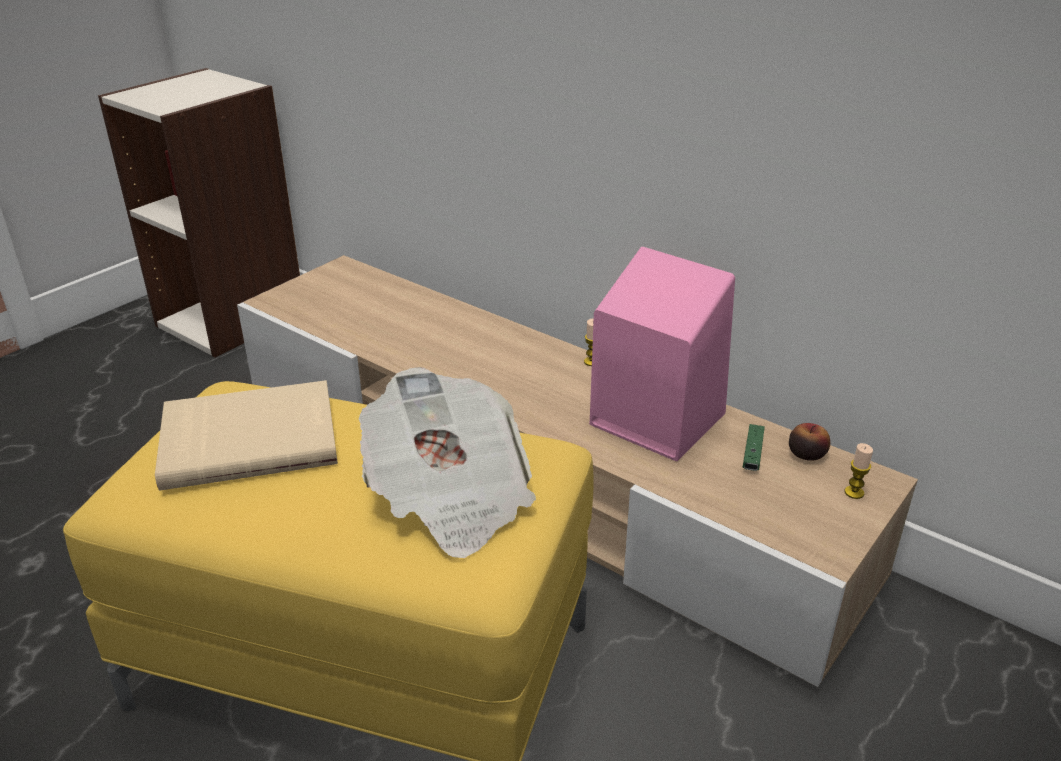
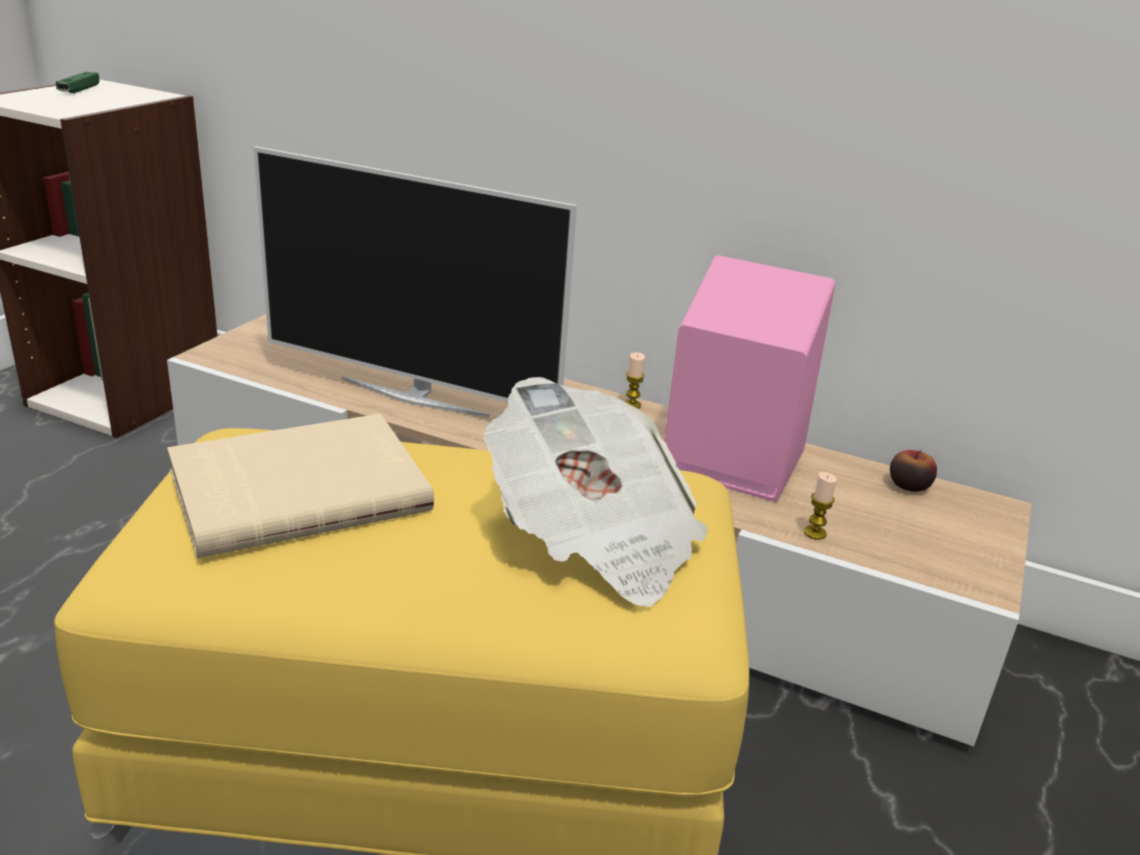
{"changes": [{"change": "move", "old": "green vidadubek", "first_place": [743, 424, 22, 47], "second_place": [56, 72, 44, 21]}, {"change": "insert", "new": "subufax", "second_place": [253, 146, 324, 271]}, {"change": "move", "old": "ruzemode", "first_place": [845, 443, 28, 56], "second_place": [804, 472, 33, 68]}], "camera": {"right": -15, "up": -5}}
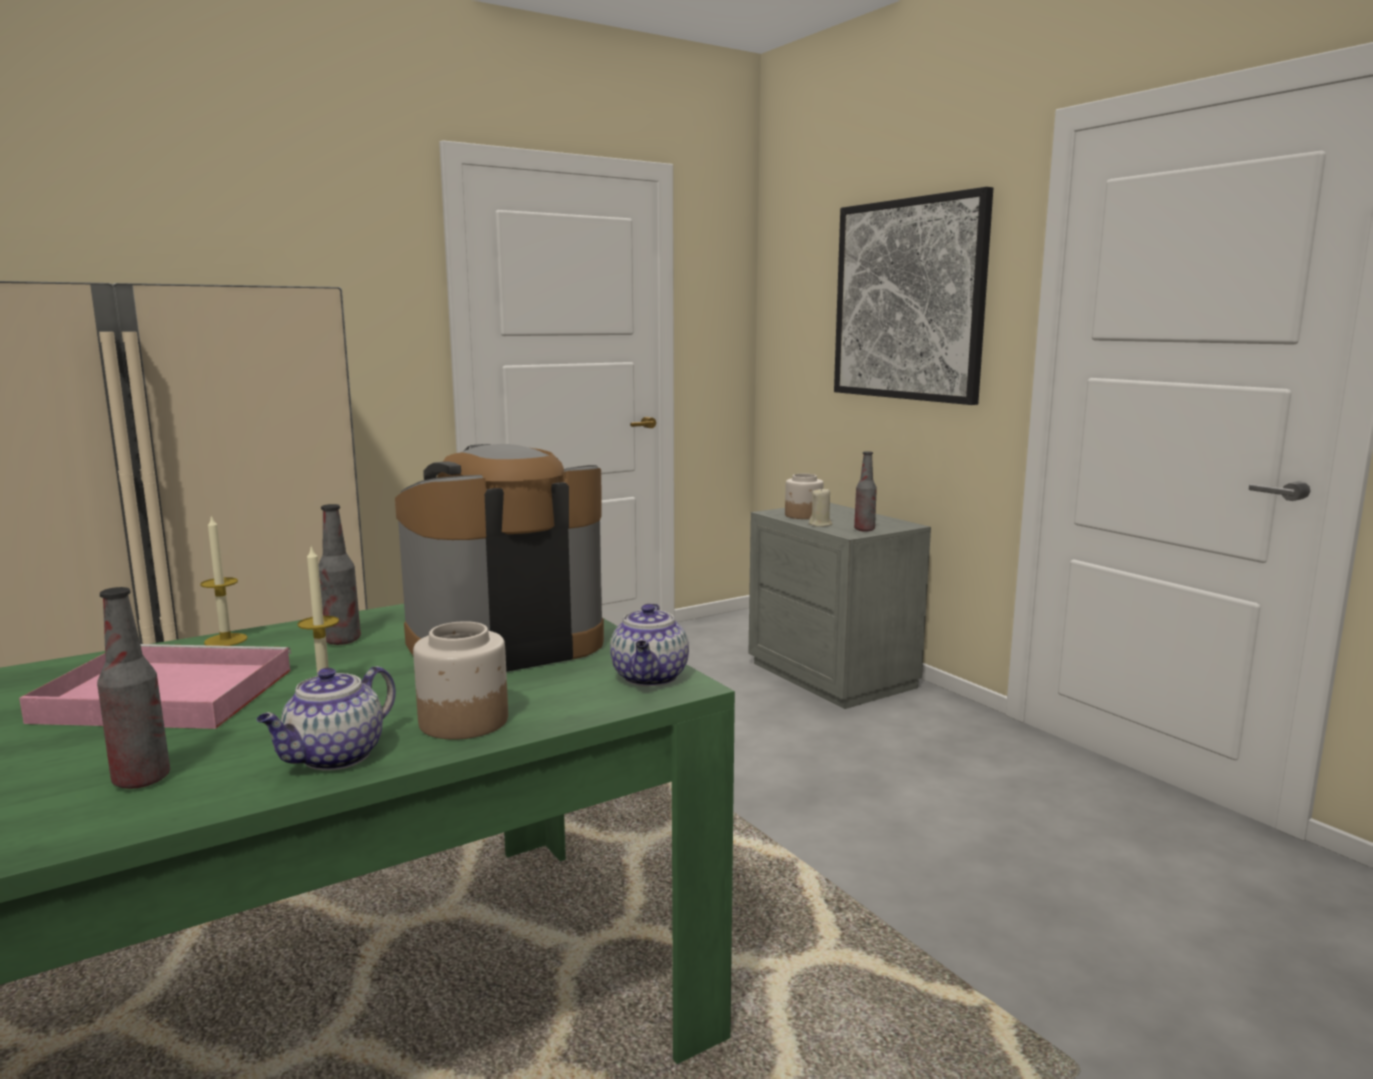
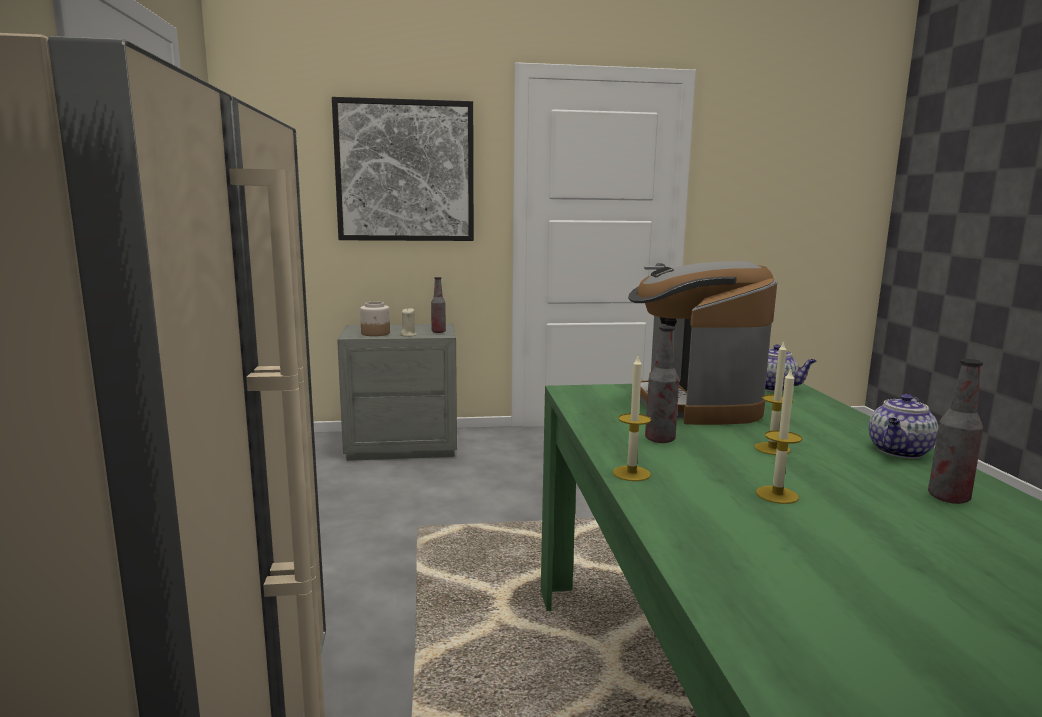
{"changes": [{"change": "replace", "old": "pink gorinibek", "new": "ruzemode", "first_place": [19, 644, 272, 85], "second_place": [756, 368, 46, 136]}, {"change": "rotate", "old": "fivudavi", "first_place": [256, 666, 140, 104], "second_place": [869, 394, 70, 64], "degrees": 75}, {"change": "delete", "old": "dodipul", "first_place": [413, 621, 95, 119]}], "camera": {"right": -65, "up": 0}}
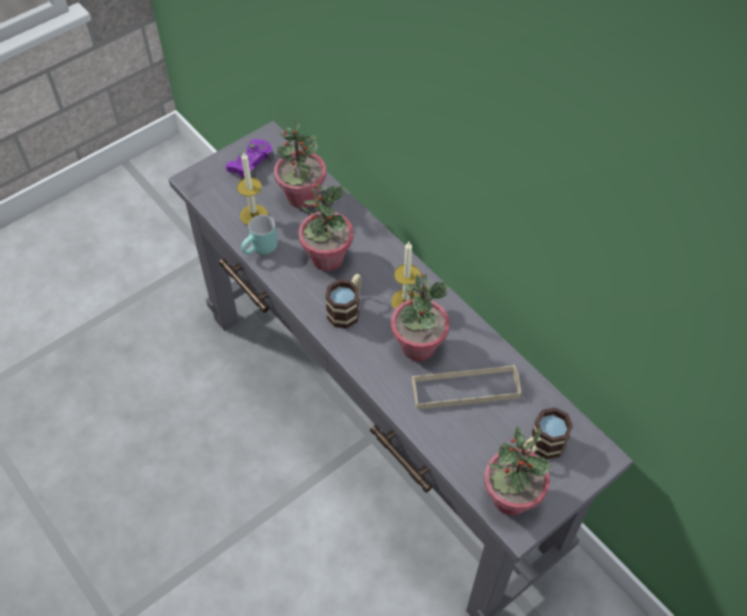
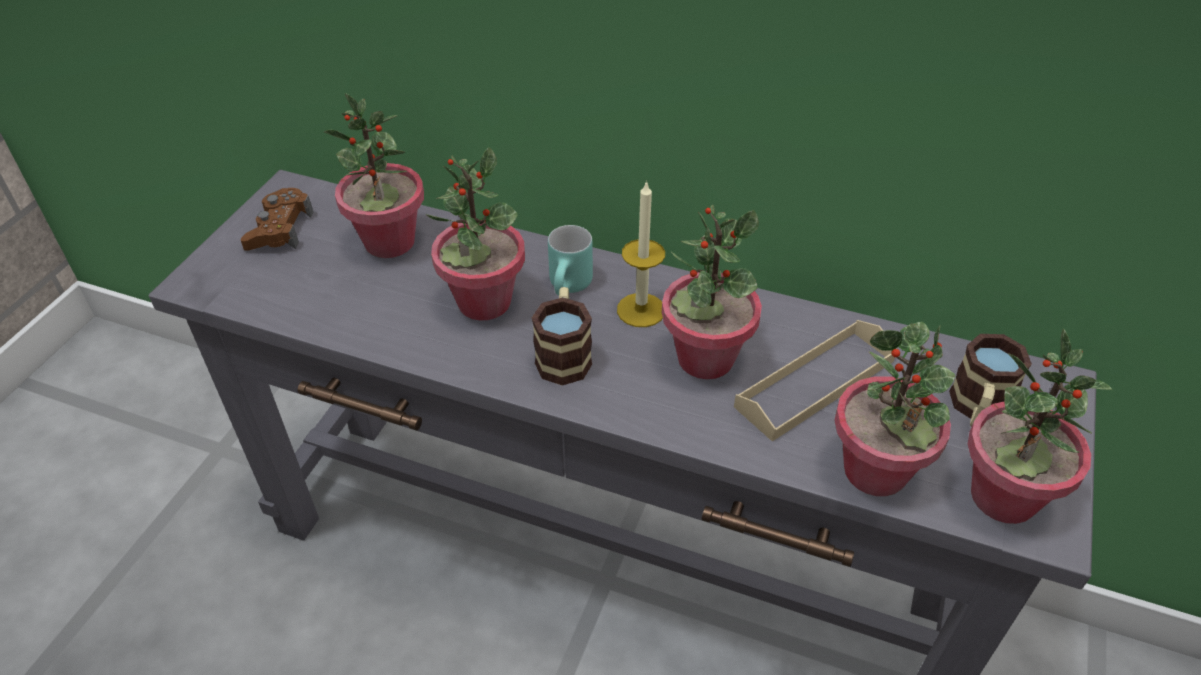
{"changes": [{"change": "recolor", "old": "purple vidadubek", "new": "brown vidadubek", "first_place": [226, 139, 48, 39], "second_place": [241, 188, 72, 62]}, {"change": "move", "old": "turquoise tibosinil", "first_place": [241, 215, 37, 40], "second_place": [548, 225, 45, 70]}, {"change": "insert", "new": "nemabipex", "second_place": [834, 322, 122, 174]}, {"change": "delete", "old": "ruzemode", "first_place": [237, 152, 31, 73]}], "camera": {"right": -30, "up": -10}}
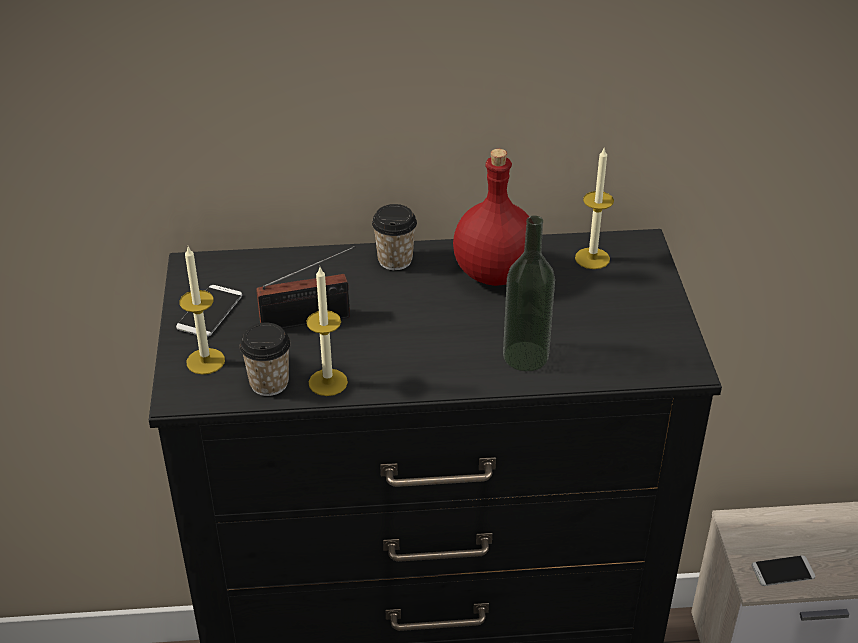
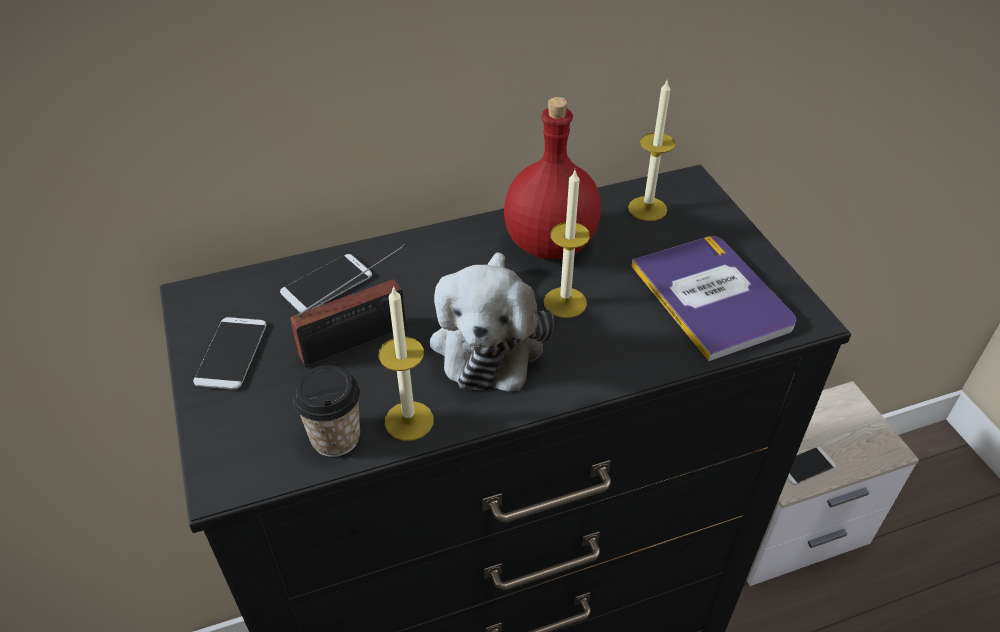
{"changes": [{"change": "insert", "new": "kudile", "second_place": [280, 254, 92, 59]}, {"change": "insert", "new": "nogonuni", "second_place": [430, 252, 124, 139]}, {"change": "move", "old": "ruzemode", "first_place": [180, 247, 45, 128], "second_place": [544, 170, 46, 148]}, {"change": "insert", "new": "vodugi", "second_place": [631, 236, 165, 125]}, {"change": "delete", "old": "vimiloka", "first_place": [372, 204, 45, 66]}, {"change": "delete", "old": "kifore", "first_place": [503, 216, 52, 155]}], "camera": {"right": -15, "up": 5}}
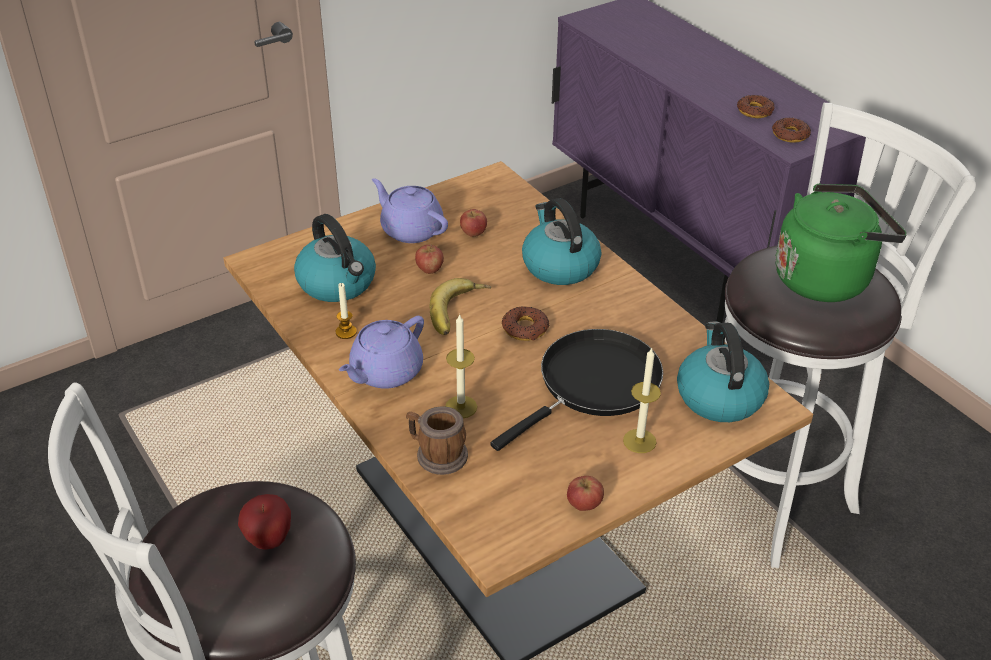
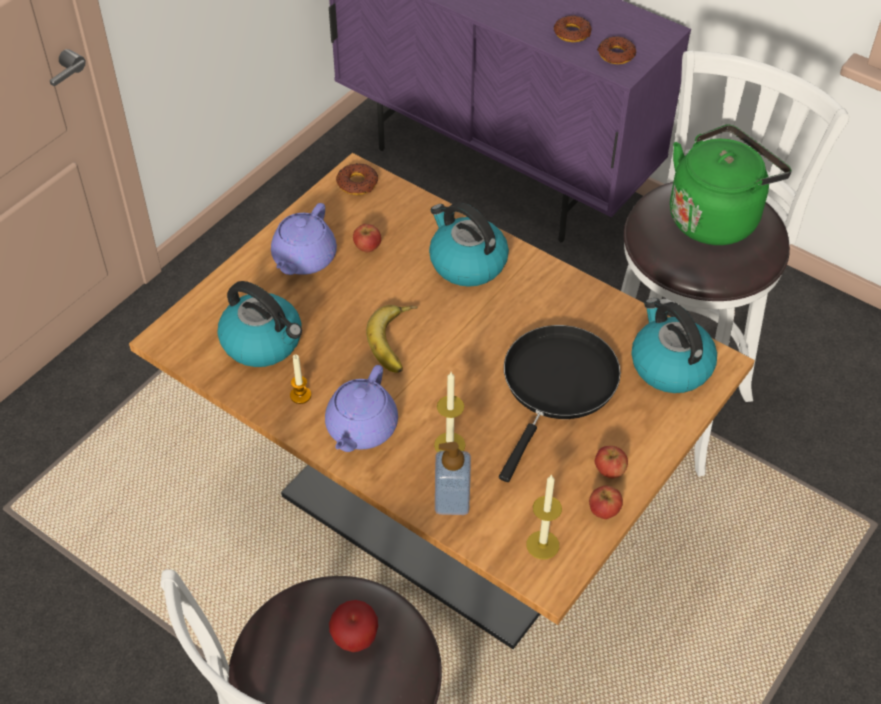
{"changes": [{"change": "rotate", "old": "purple fivudavi", "first_place": [372, 178, 76, 65], "second_place": [271, 203, 66, 72], "degrees": -90}, {"change": "move", "old": "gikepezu", "first_place": [502, 306, 48, 35], "second_place": [336, 163, 42, 32]}, {"change": "replace", "old": "tibosinil", "new": "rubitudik", "first_place": [406, 406, 62, 69], "second_place": [435, 442, 36, 73]}, {"change": "move", "old": "ruzemode", "first_place": [623, 347, 38, 106], "second_place": [526, 474, 36, 85]}, {"change": "move", "old": "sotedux", "first_place": [415, 244, 29, 30], "second_place": [595, 446, 33, 33]}], "camera": {"right": -20, "up": 10}}
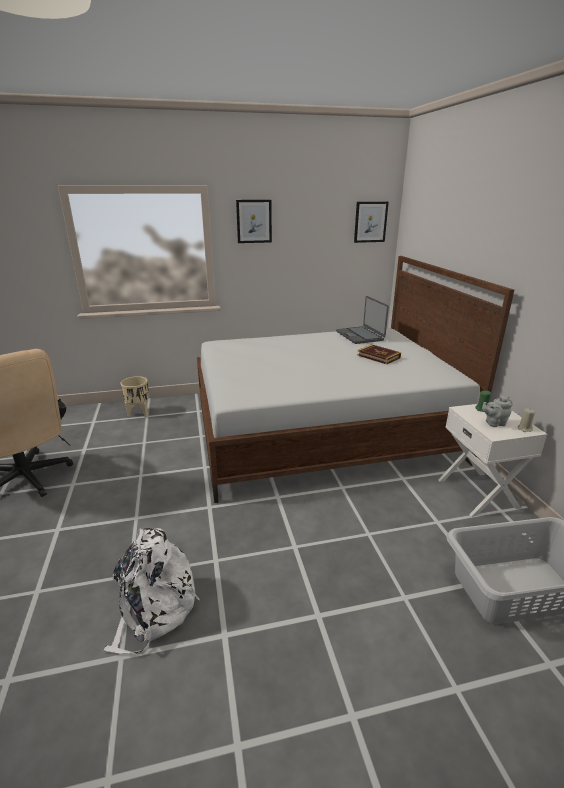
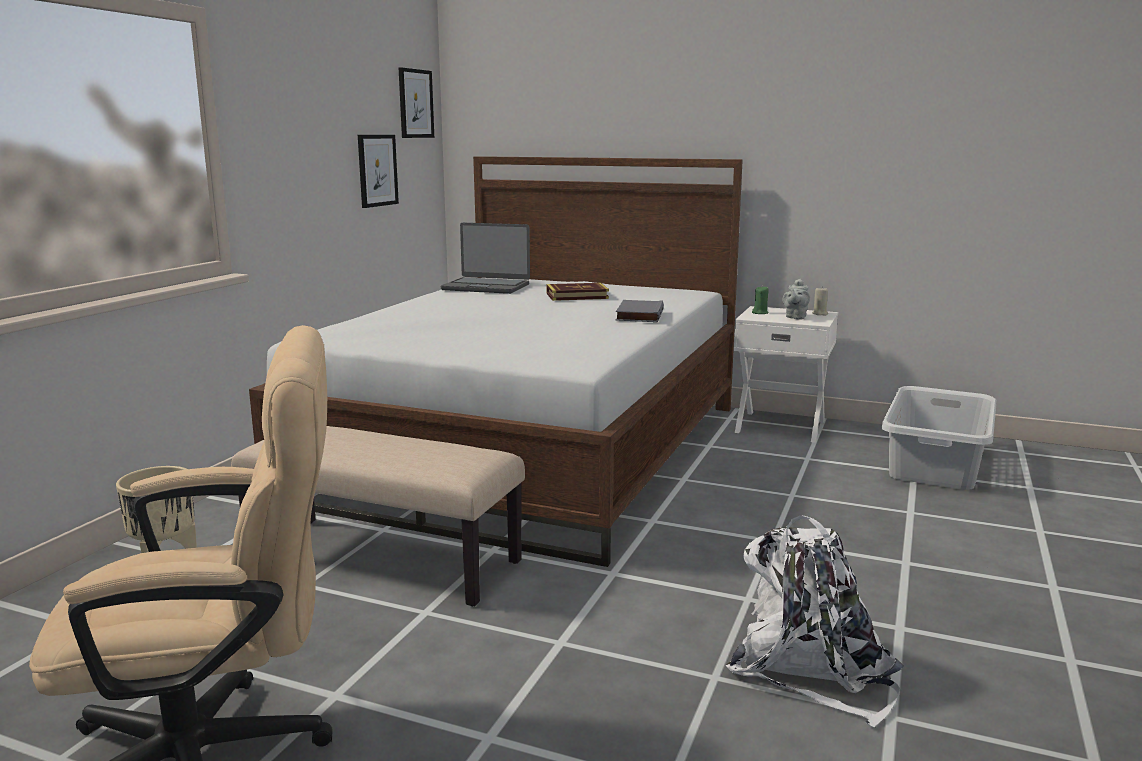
{"changes": [{"change": "insert", "new": "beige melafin", "second_place": [231, 426, 294, 180]}, {"change": "move", "old": "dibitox", "first_place": [236, 200, 36, 43], "second_place": [358, 135, 41, 73]}, {"change": "insert", "new": "grey vodugi", "second_place": [616, 300, 48, 23]}], "camera": {"right": -55, "up": -10}}
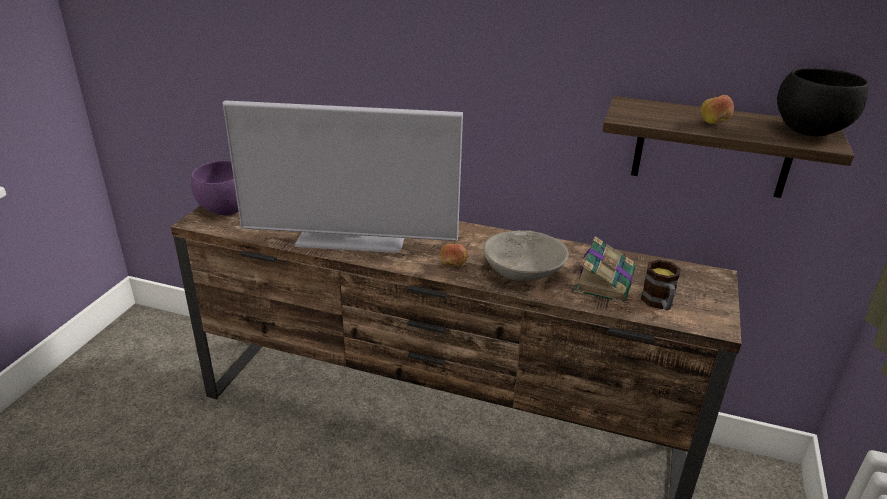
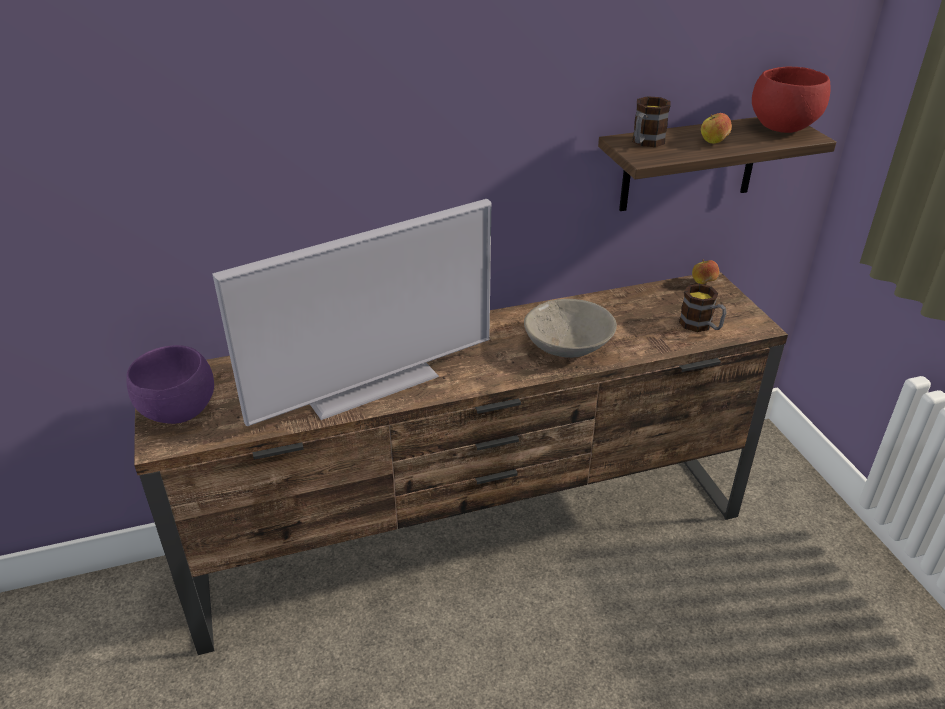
{"changes": [{"change": "insert", "new": "tibosinil", "second_place": [632, 96, 39, 51]}, {"change": "move", "old": "sotedux", "first_place": [440, 241, 27, 25], "second_place": [692, 260, 27, 24]}, {"change": "recolor", "old": "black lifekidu", "new": "red lifekidu", "first_place": [777, 68, 92, 68], "second_place": [752, 67, 78, 66]}, {"change": "delete", "old": "vodugi", "first_place": [574, 236, 61, 67]}], "camera": {"right": -35, "up": 5}}
